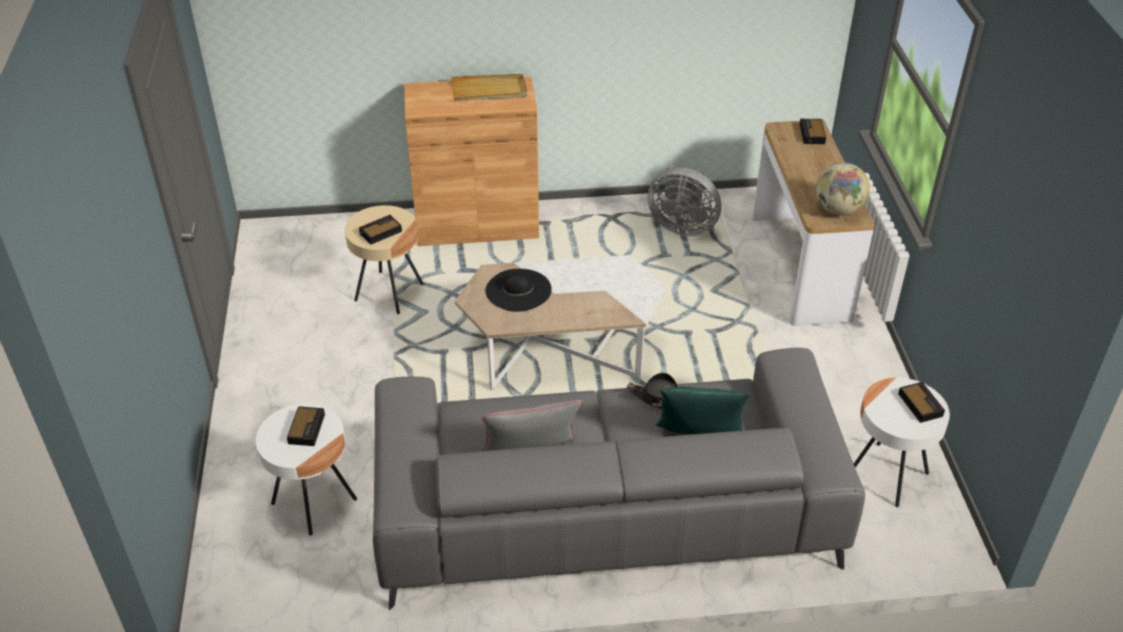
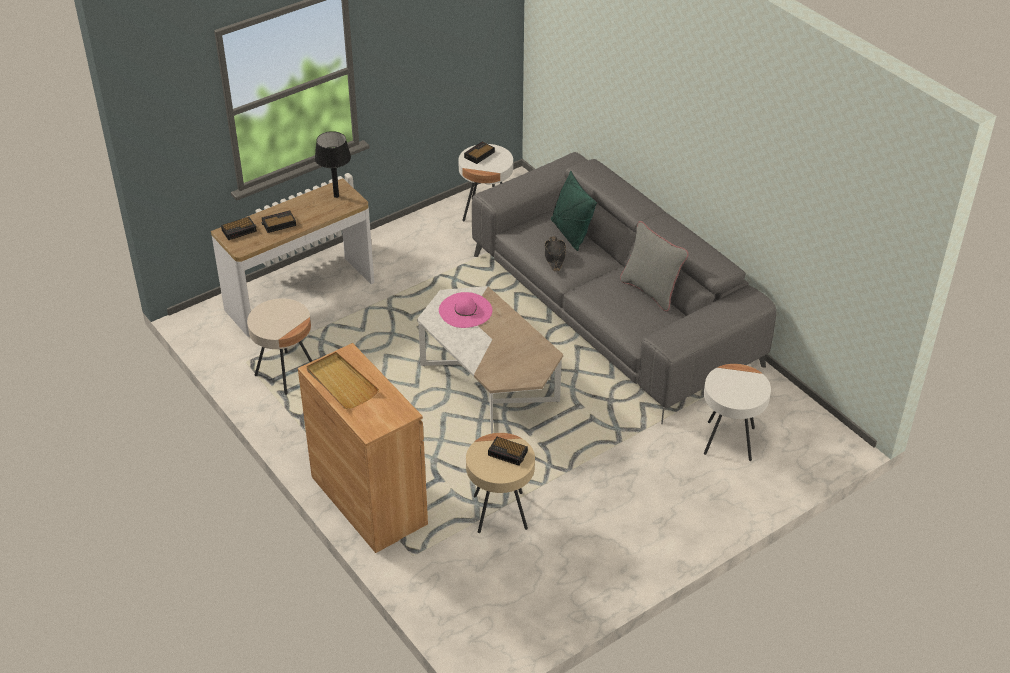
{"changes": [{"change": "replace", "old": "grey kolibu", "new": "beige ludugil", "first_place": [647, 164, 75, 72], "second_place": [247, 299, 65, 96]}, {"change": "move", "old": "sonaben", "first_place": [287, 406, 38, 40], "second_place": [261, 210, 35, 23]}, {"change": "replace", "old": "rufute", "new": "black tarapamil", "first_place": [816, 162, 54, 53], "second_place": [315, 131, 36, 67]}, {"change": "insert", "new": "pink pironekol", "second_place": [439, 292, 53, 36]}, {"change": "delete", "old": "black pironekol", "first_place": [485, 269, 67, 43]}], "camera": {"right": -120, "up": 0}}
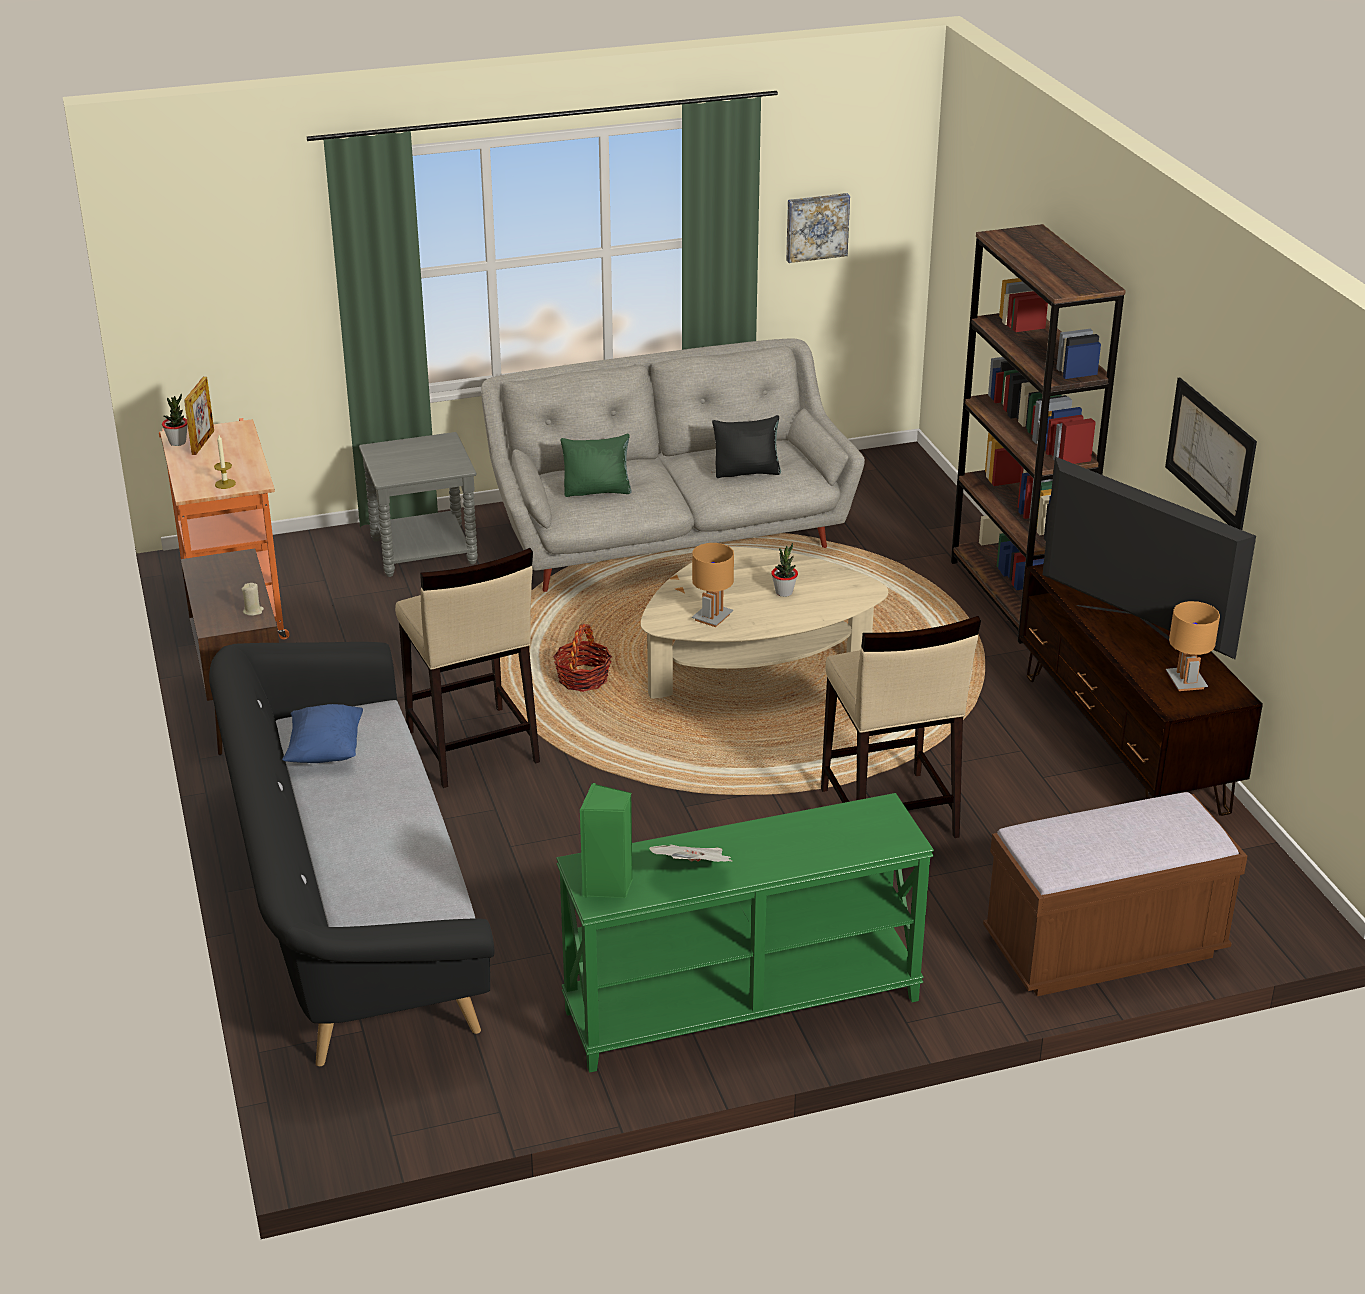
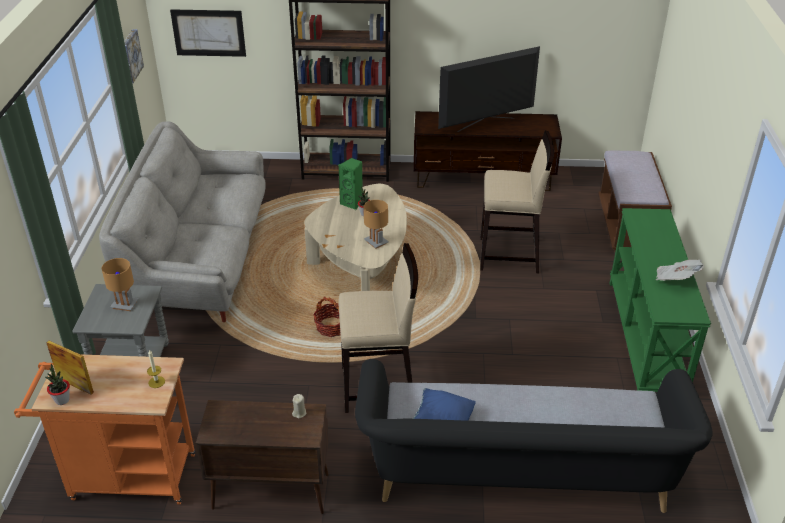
{"changes": [{"change": "move", "old": "brown tarapamil", "first_place": [1166, 601, 54, 90], "second_place": [101, 258, 38, 53]}, {"change": "move", "old": "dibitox", "first_place": [1165, 377, 92, 153], "second_place": [170, 9, 76, 48]}, {"change": "move", "old": "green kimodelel", "first_place": [580, 783, 53, 115], "second_place": [339, 158, 24, 52]}, {"change": "delete", "old": "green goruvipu", "first_place": [560, 434, 72, 63]}, {"change": "delete", "old": "black goruvipu", "first_place": [712, 415, 69, 63]}], "camera": {"right": -70, "up": 5}}
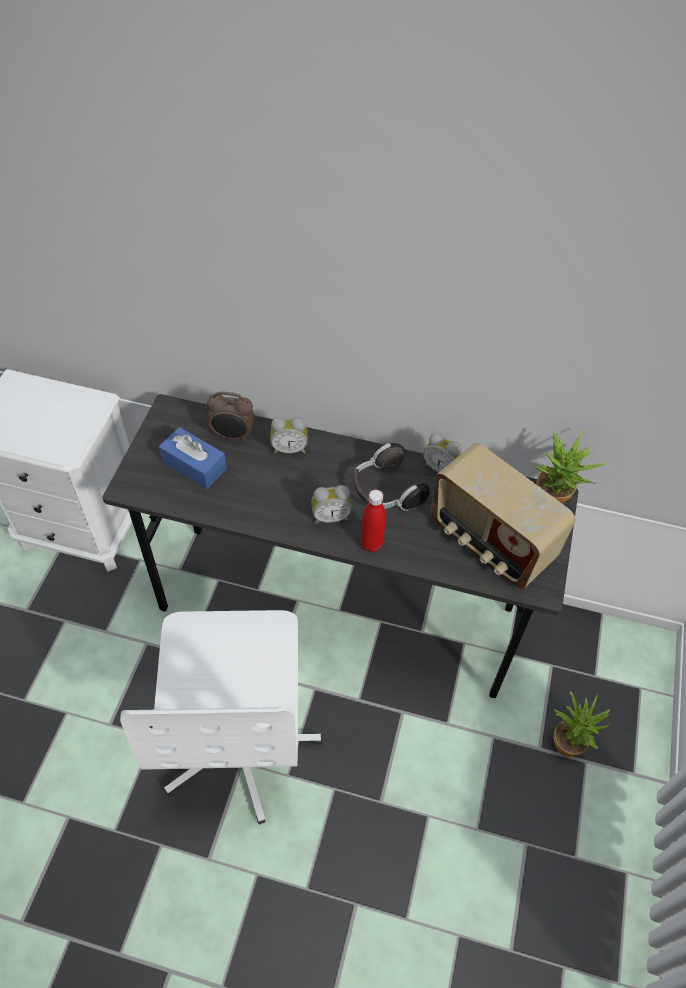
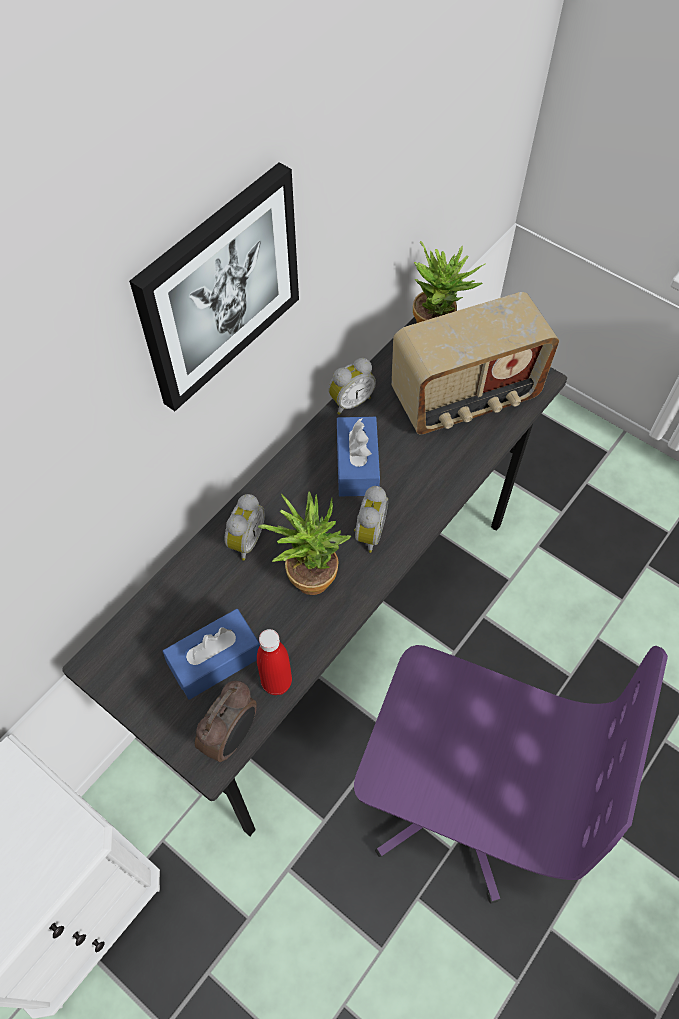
{"changes": [{"change": "insert", "new": "dibitox", "second_place": [129, 162, 170, 249]}, {"change": "move", "old": "sonaben", "first_place": [207, 392, 47, 49], "second_place": [195, 681, 62, 81]}, {"change": "move", "old": "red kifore", "first_place": [360, 490, 26, 62], "second_place": [257, 629, 35, 66]}, {"change": "move", "old": "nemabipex", "first_place": [553, 691, 58, 66], "second_place": [258, 491, 93, 104]}, {"change": "replace", "old": "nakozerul", "new": "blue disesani", "first_place": [354, 443, 76, 68], "second_place": [337, 417, 43, 79]}, {"change": "recolor", "old": "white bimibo", "new": "purple bimibo", "first_place": [120, 610, 202, 214], "second_place": [354, 645, 314, 259]}], "camera": {"right": -65, "up": 5}}
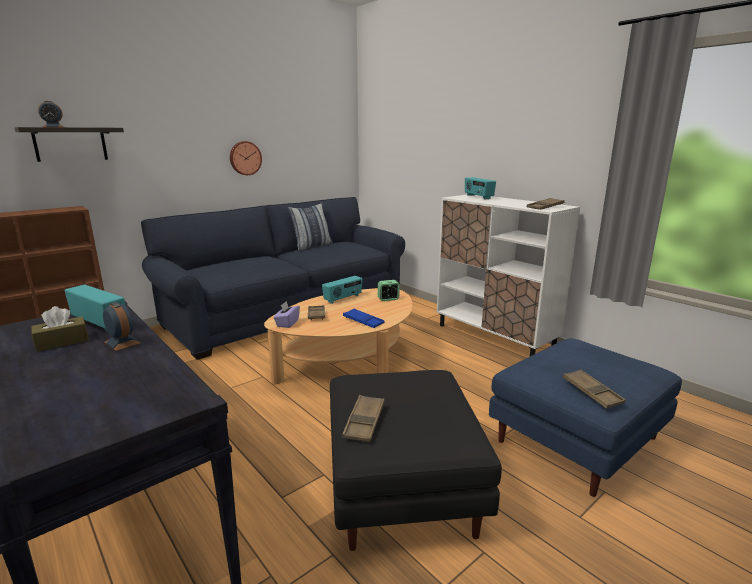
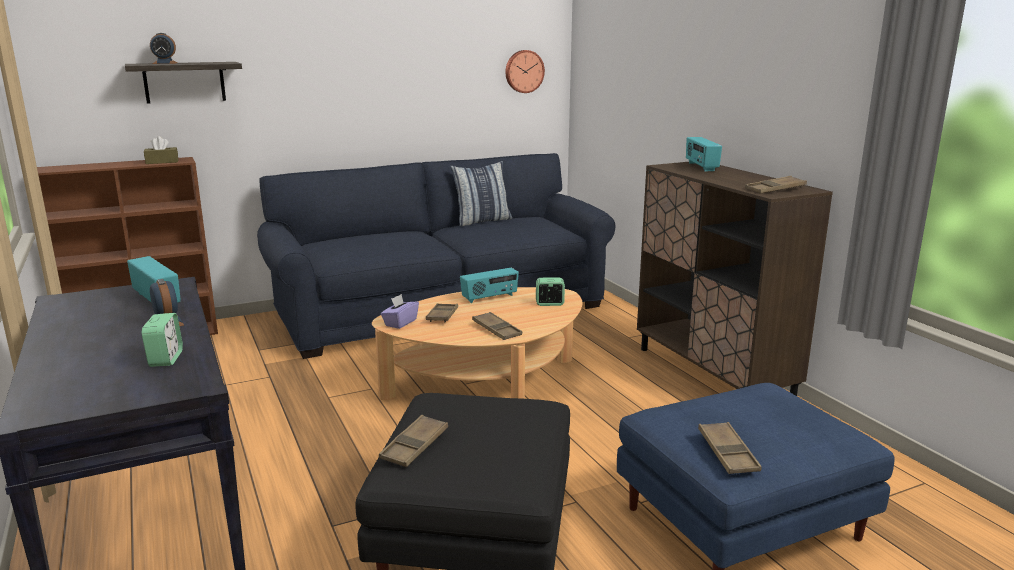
{"changes": [{"change": "insert", "new": "sonaben", "second_place": [142, 313, 41, 54]}, {"change": "move", "old": "brown disesani", "first_place": [31, 306, 58, 46], "second_place": [144, 136, 34, 28]}, {"change": "recolor", "old": "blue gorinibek", "new": "brown gorinibek", "first_place": [343, 309, 41, 19], "second_place": [472, 312, 50, 28]}, {"change": "move", "old": "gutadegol", "first_place": [230, 141, 32, 34], "second_place": [505, 50, 40, 43]}, {"change": "recolor", "old": "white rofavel", "new": "brown rofavel", "first_place": [437, 195, 143, 161], "second_place": [637, 162, 196, 234]}], "camera": {"right": 15, "up": 0}}
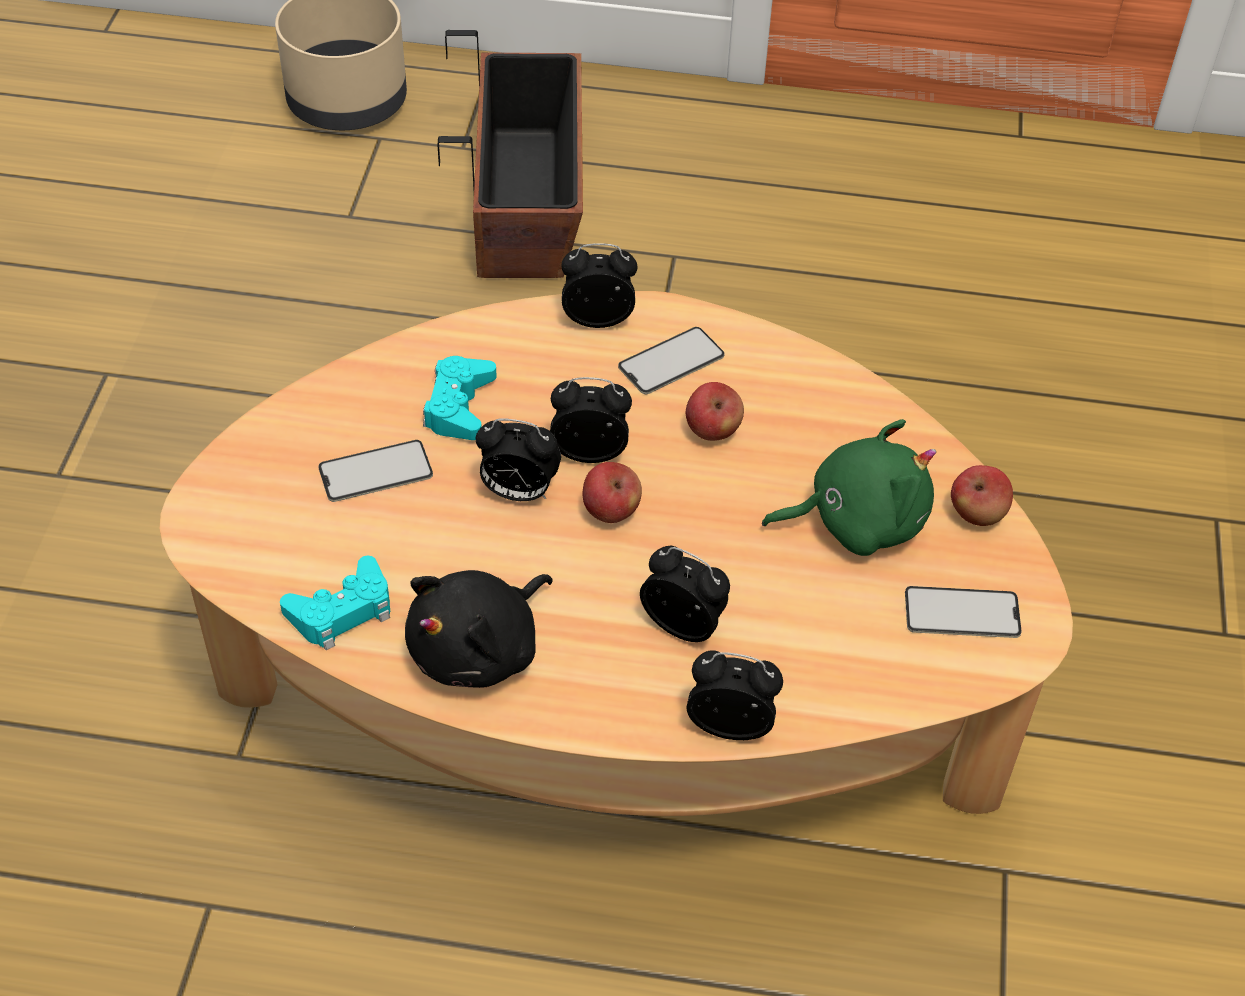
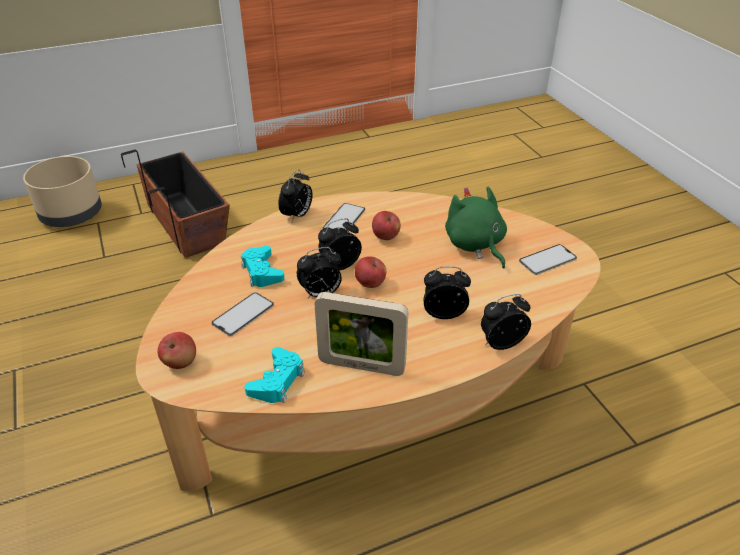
{"changes": [{"change": "move", "old": "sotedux", "first_place": [951, 465, 62, 61], "second_place": [158, 332, 38, 37]}, {"change": "rotate", "old": "sonaben", "first_place": [561, 243, 76, 85], "second_place": [278, 169, 35, 54], "degrees": 150}, {"change": "replace", "old": "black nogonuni", "new": "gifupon", "first_place": [405, 570, 148, 118], "second_place": [315, 292, 93, 84]}, {"change": "rotate", "old": "green nogonuni", "first_place": [762, 419, 174, 137], "second_place": [445, 187, 62, 81], "degrees": -75}], "camera": {"right": -30, "up": -10}}
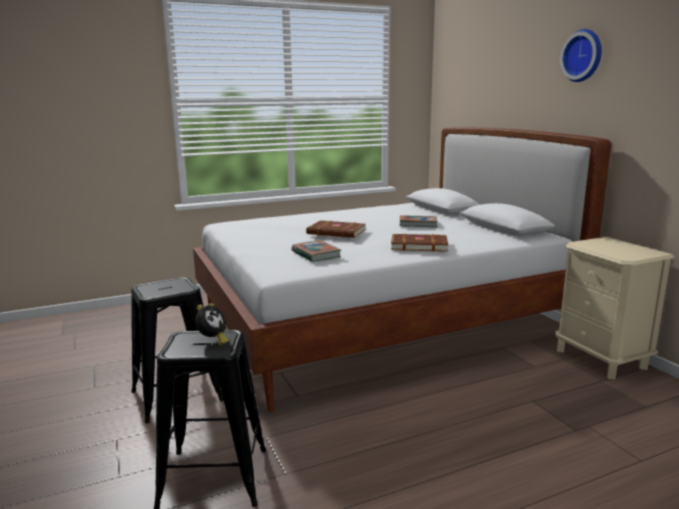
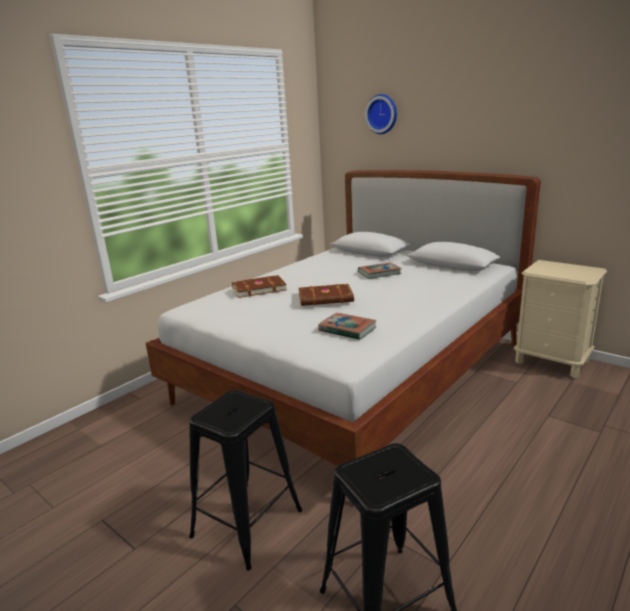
{"changes": [{"change": "move", "old": "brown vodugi", "first_place": [391, 234, 57, 18], "second_place": [232, 275, 55, 23]}, {"change": "move", "old": "gutadegol", "first_place": [560, 29, 42, 53], "second_place": [365, 94, 32, 40]}, {"change": "delete", "old": "sonaben", "first_place": [195, 303, 34, 42]}], "camera": {"right": -25, "up": 5}}
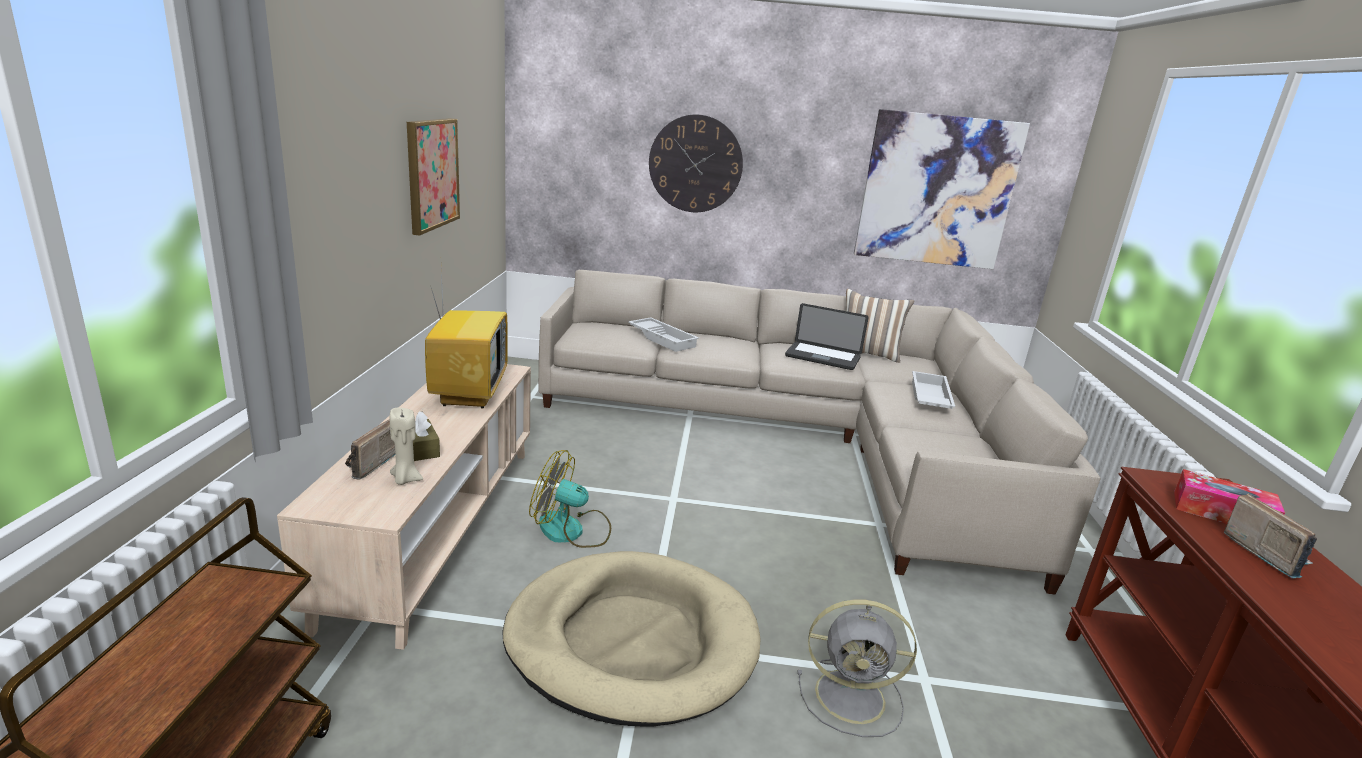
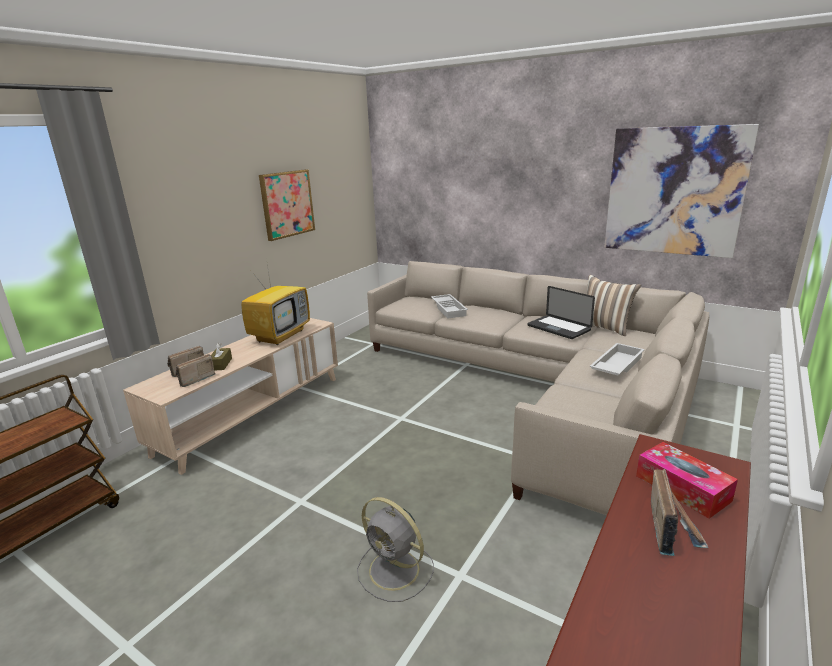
{"changes": [{"change": "replace", "old": "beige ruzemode", "new": "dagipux", "first_place": [390, 408, 33, 77], "second_place": [176, 354, 39, 33]}, {"change": "delete", "old": "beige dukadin", "first_place": [502, 551, 258, 176]}, {"change": "delete", "old": "kolibu", "first_place": [529, 450, 82, 98]}, {"change": "delete", "old": "gutadegol", "first_place": [649, 114, 94, 98]}], "camera": {"right": 30, "up": 0}}
